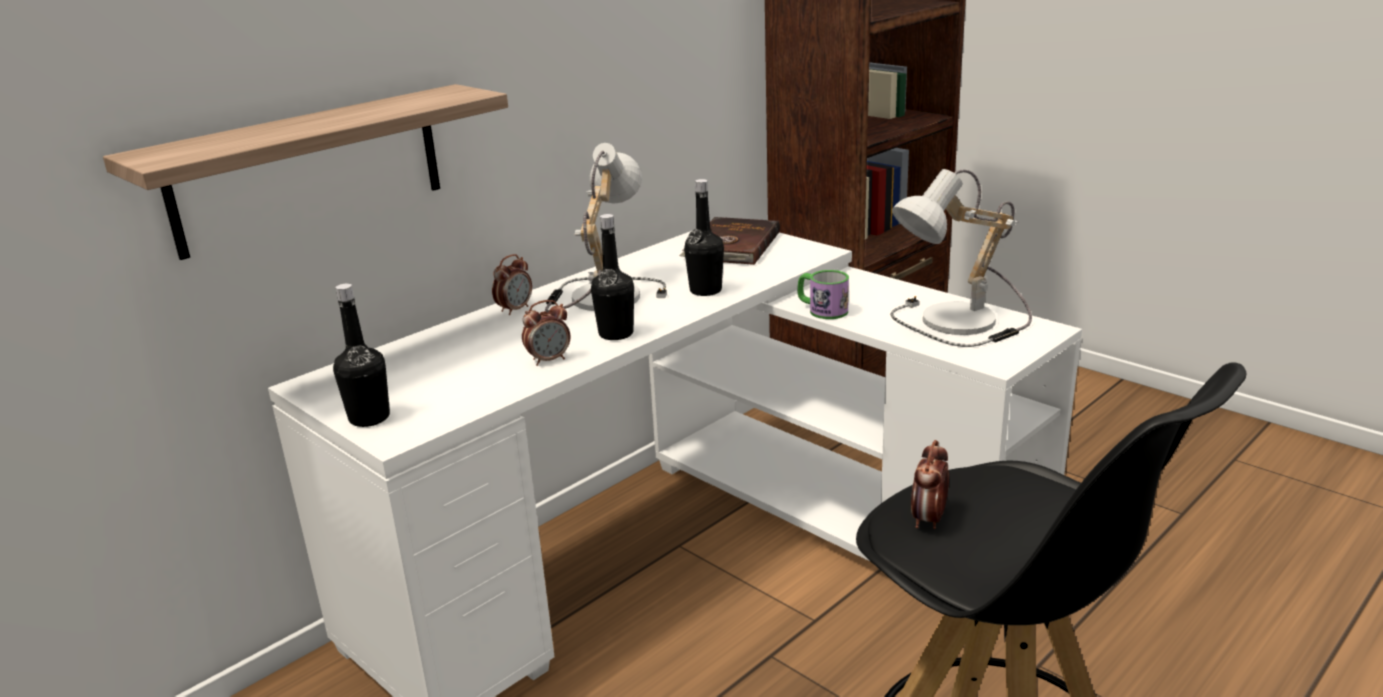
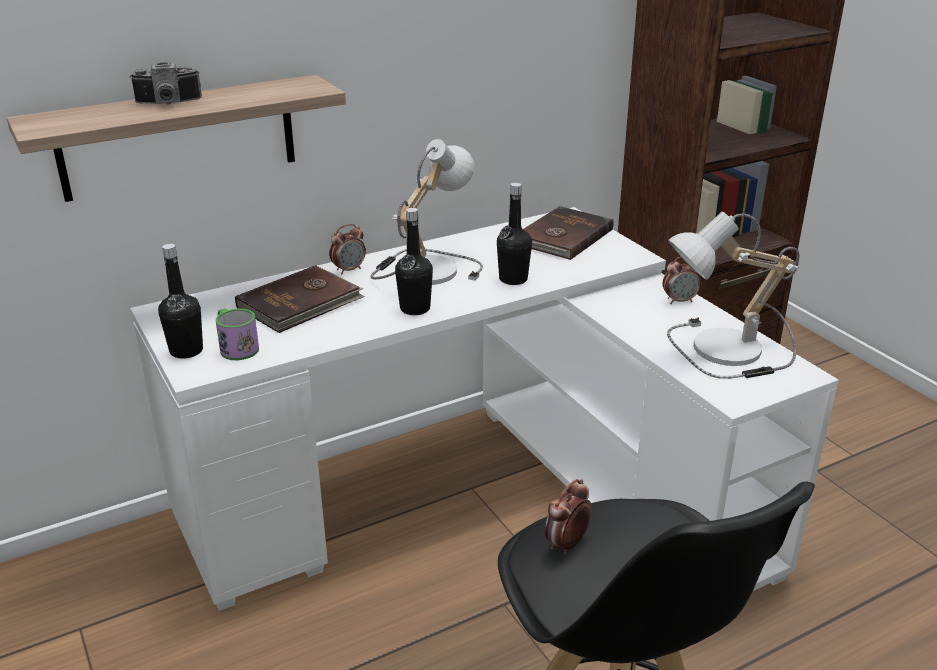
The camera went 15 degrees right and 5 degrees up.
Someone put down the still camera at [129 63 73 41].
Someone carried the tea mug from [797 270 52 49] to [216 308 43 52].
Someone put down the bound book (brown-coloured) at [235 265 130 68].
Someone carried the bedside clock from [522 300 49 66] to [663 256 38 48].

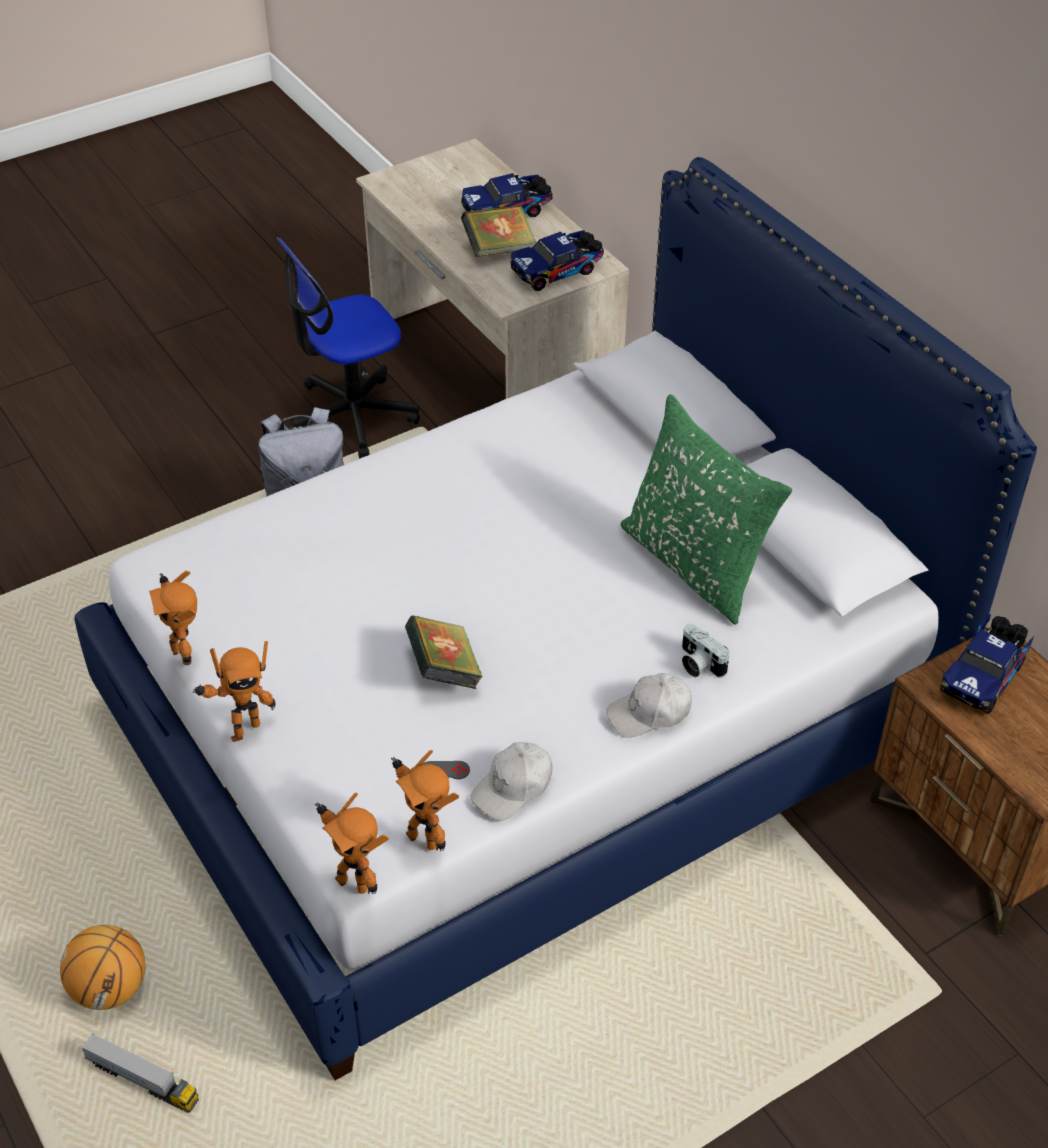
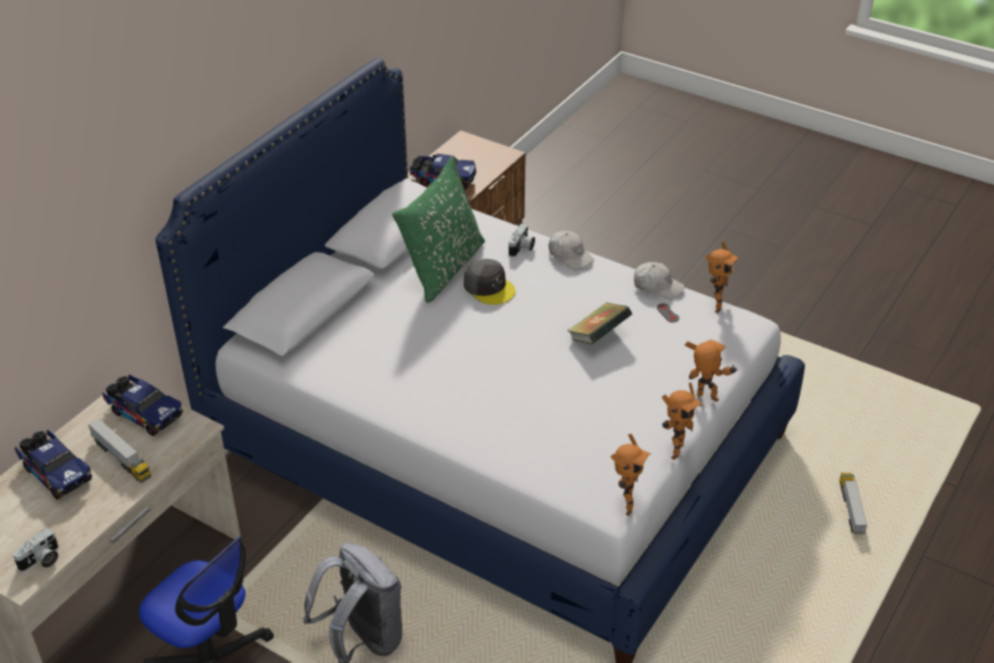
The camera went 115 degrees left and 5 degrees down.
Someone put down the still camera at [13 528 45 44].
Someone swapped the bound book at [461 205 76 52] for the model truck at [88 418 63 65].
Someone put down the cap (greyish) at [464 259 51 46].
Someone carried the model robot from [315 793 74 101] to [611 434 40 82].
Someone took away the ball for basketball at [60 925 86 85].

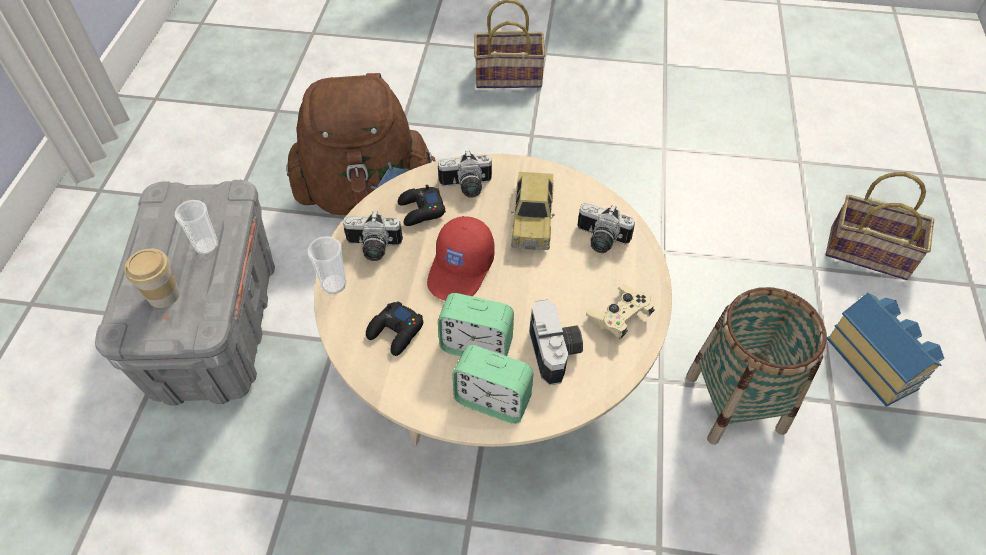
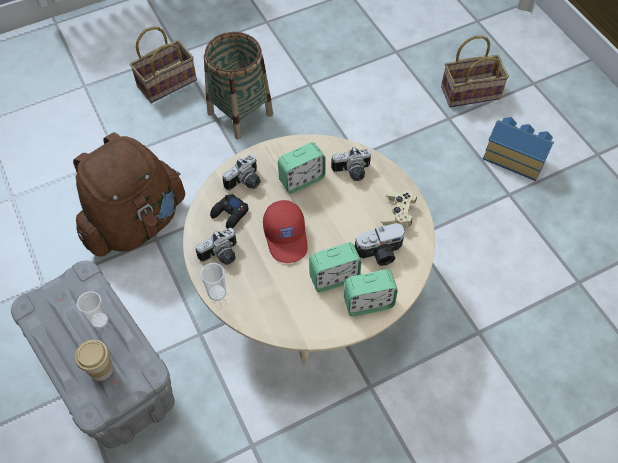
The camera went 35 degrees left and 5 degrees up.
Someone carried the basket from [686 287 141 158] to [204 32 69 107].
Someone swapped the miniature car at [511 172 44 78] for the bedside clock at [278 142 47 52].
Someone rotated the still camera at [529 299 54 86] by 120 degrees clockwise.
Someone took away the game controller (black-coloured) at [366 301 57 55].

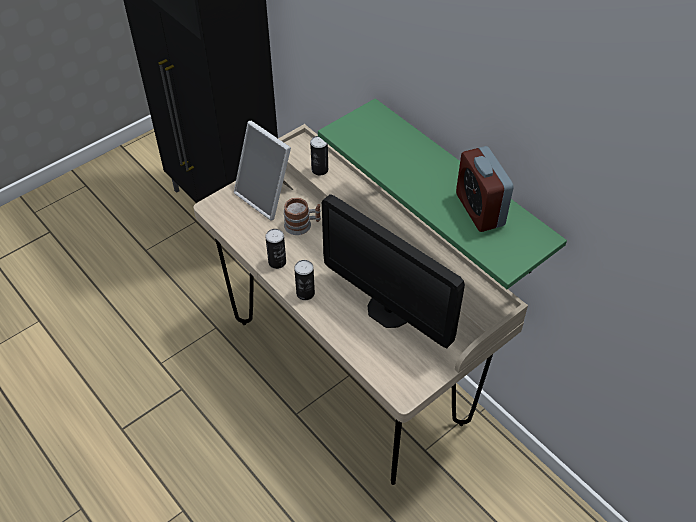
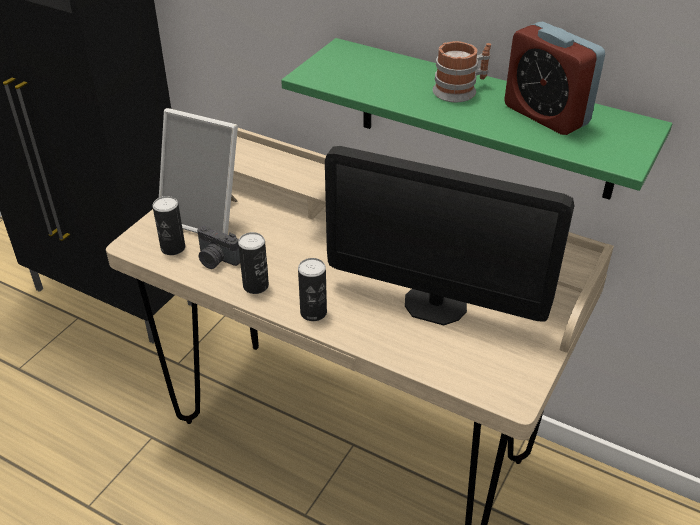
The camera went 20 degrees left and 10 degrees down.
Someone carried the sealed can from [310 136 18 40] to [152 196 33 59].
Someone put down the still camera at [197 226 43 43].
Someone carried the tea mug from [284 198 37 37] to [433 41 58 61].

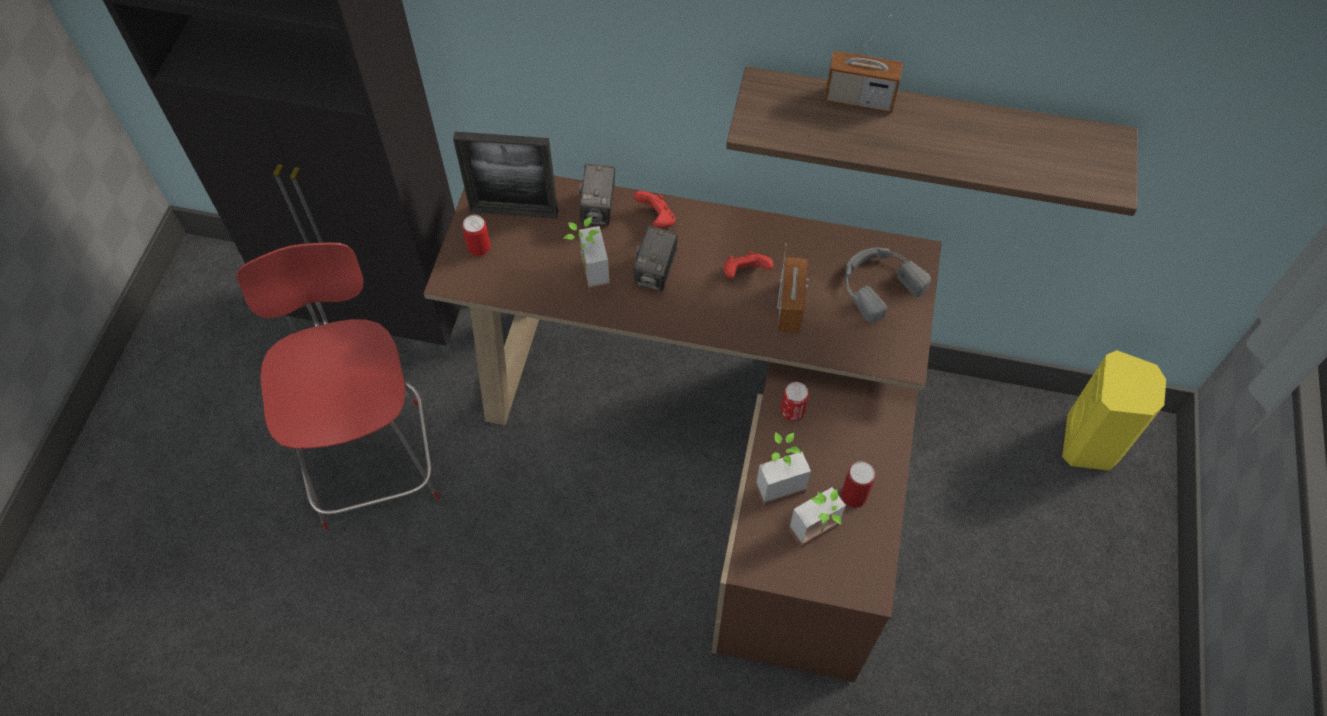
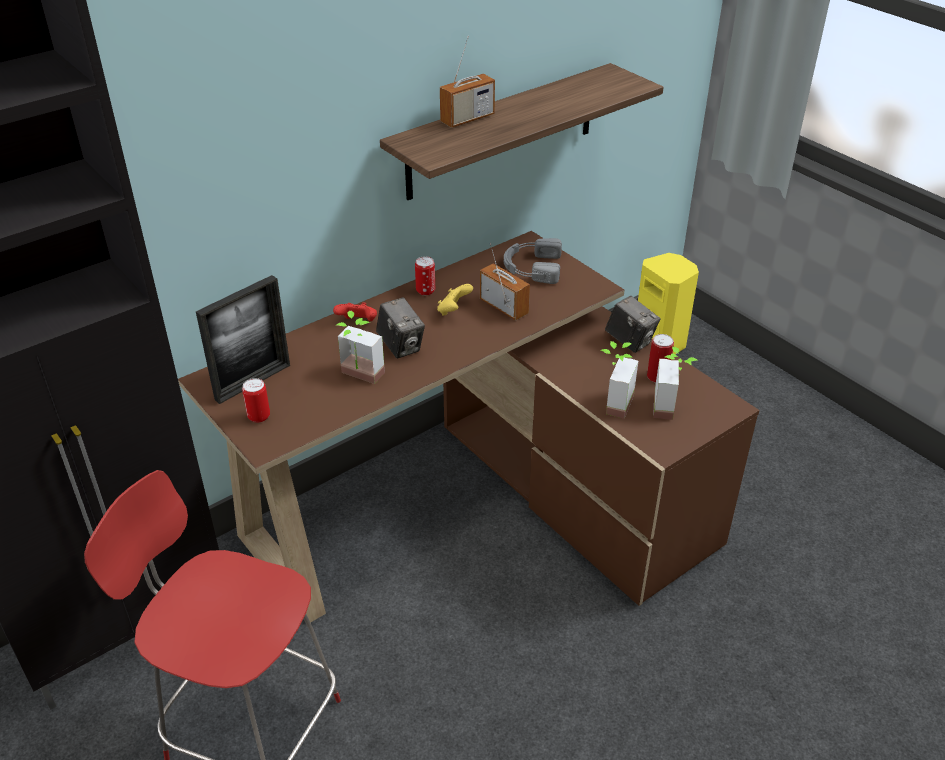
The camera went 50 degrees left and 20 degrees down.
Someone carried the sealed can from [781 382 28 39] to [415 256 20 40].
Someone repainted the game controller (reddish) at [723 252 51 26], which became the game controller (yellowish) at [437 284 36 32].
Someone carried the still camera from [578 163 37 62] to [605 296 55 57].

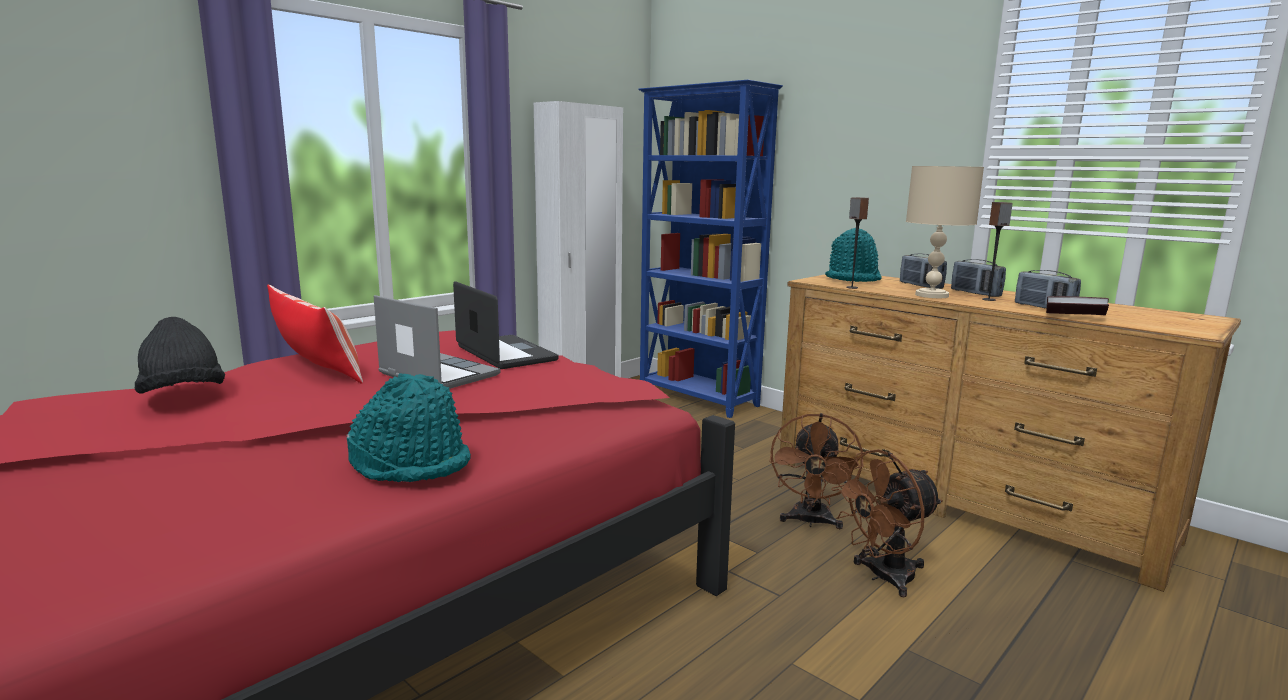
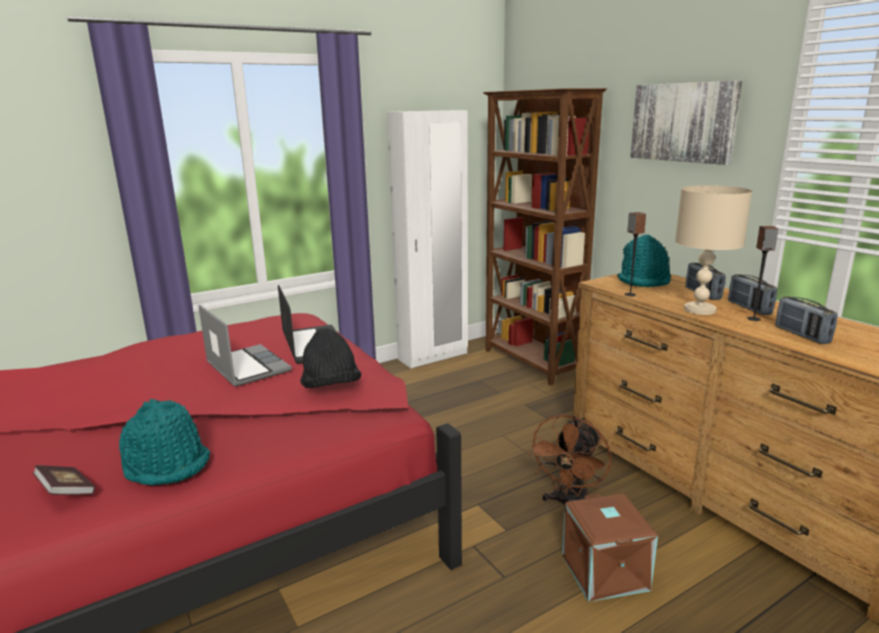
The camera went 15 degrees right and 5 degrees up.
Someone carried the bound book from [1046 296 63 19] to [33 465 62 30].
Someone carried the hat (black-coloured) from [135 317 90 77] to [300 328 61 60].
Someone repainted the bookshelf (bluish) at [638 80 145 338], which became the bookshelf (brown-coloured) at [483 88 124 297].
Someone swapped the fan (brown-coloured) at [831 449 112 149] for the storage box (brown-coloured) at [562 494 96 108].
Someone put up the wall picture at [630 81 112 84].
Someone took away the cushion at [267 284 96 99].

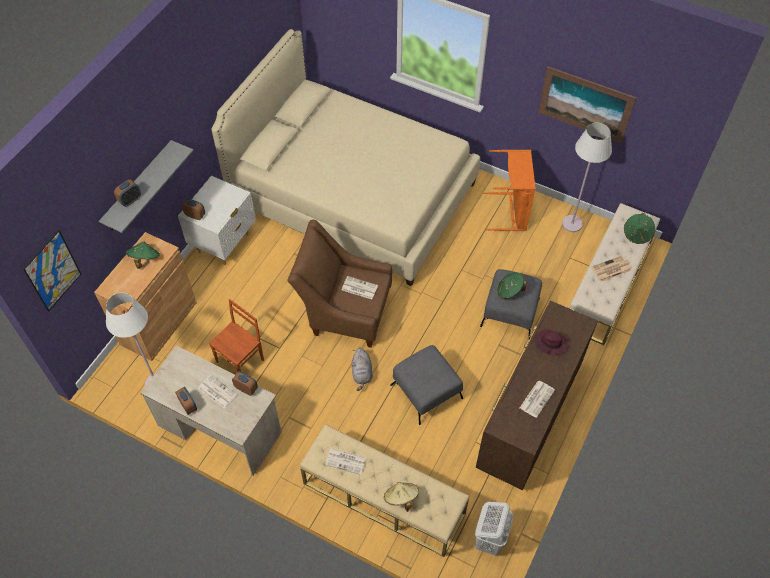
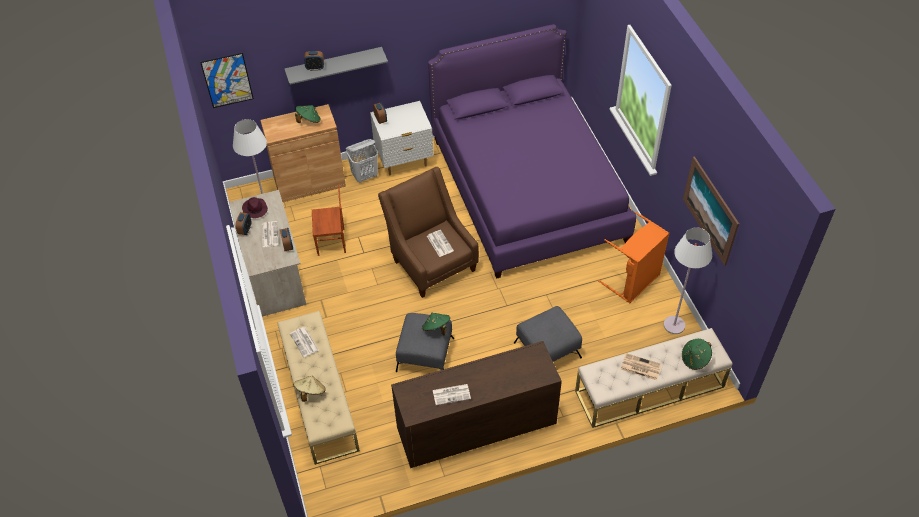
The camera went 45 degrees right and 5 degrees down.
Someone carried the hat (purple-coloured) from [535 329 33 26] to [242 197 26 21].
Someone carried the washing basket (white) from [475 502 38 54] to [346 139 32 44].
Someone carried the hat (green) from [497 273 29 26] to [422 312 28 23].
Someone repainted the sleeping bed (beige-coloured) at [211 29 269 257], which became the sleeping bed (purple-coloured) at [428 24 208 255].
Someone took away the plush toy (greyish) at [352 348 21 43].

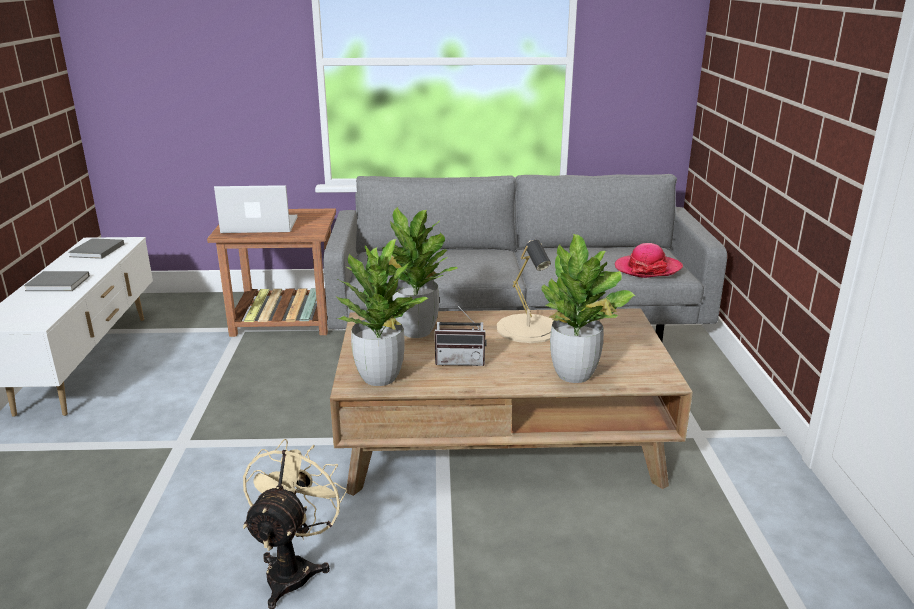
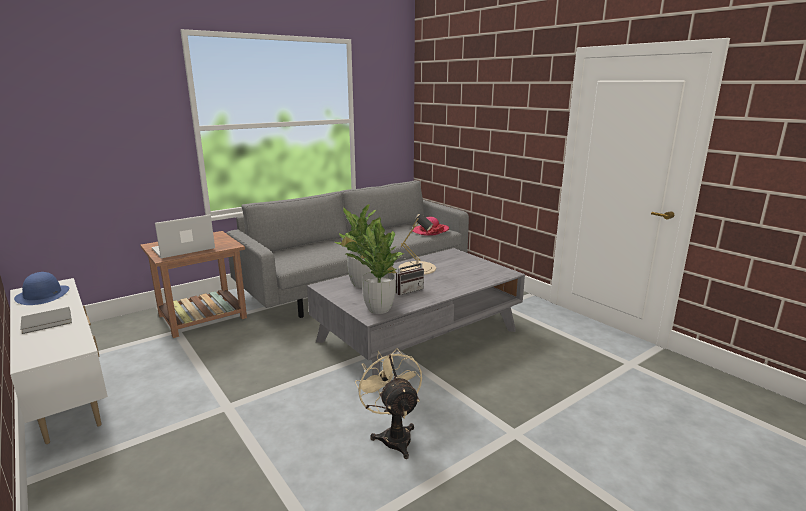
The camera went 35 degrees left and 5 degrees down.
Someone swapped the bound book (greyish) at [68 238 56 21] for the hat (bluish) at [14 272 56 33].
Someone repainted the lounge table (brown-coloured) at [330 308 363 188], which became the lounge table (greyish) at [307 248 218 127].
Someone took away the plant in a pot at [541 234 94 149].

